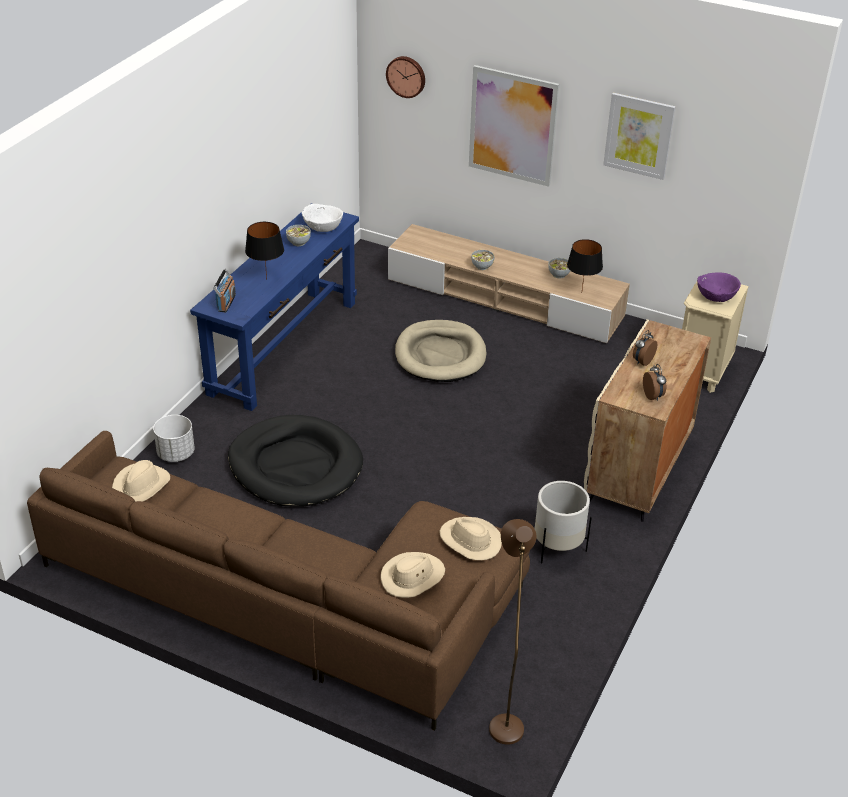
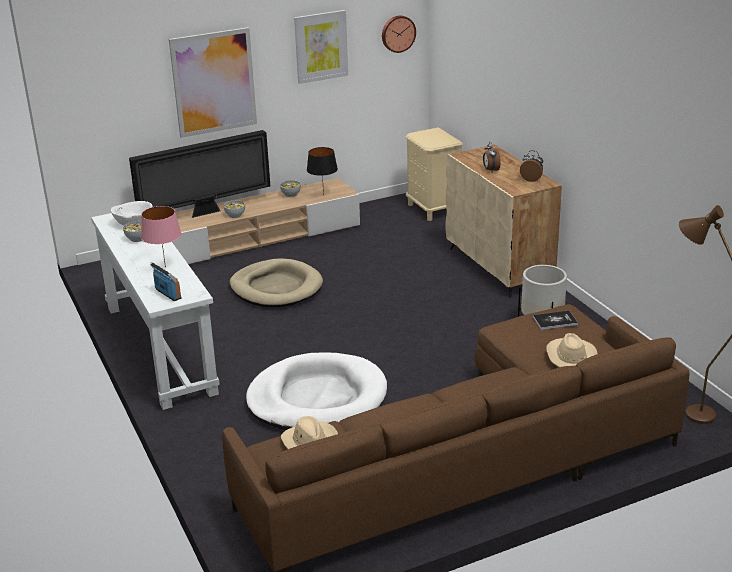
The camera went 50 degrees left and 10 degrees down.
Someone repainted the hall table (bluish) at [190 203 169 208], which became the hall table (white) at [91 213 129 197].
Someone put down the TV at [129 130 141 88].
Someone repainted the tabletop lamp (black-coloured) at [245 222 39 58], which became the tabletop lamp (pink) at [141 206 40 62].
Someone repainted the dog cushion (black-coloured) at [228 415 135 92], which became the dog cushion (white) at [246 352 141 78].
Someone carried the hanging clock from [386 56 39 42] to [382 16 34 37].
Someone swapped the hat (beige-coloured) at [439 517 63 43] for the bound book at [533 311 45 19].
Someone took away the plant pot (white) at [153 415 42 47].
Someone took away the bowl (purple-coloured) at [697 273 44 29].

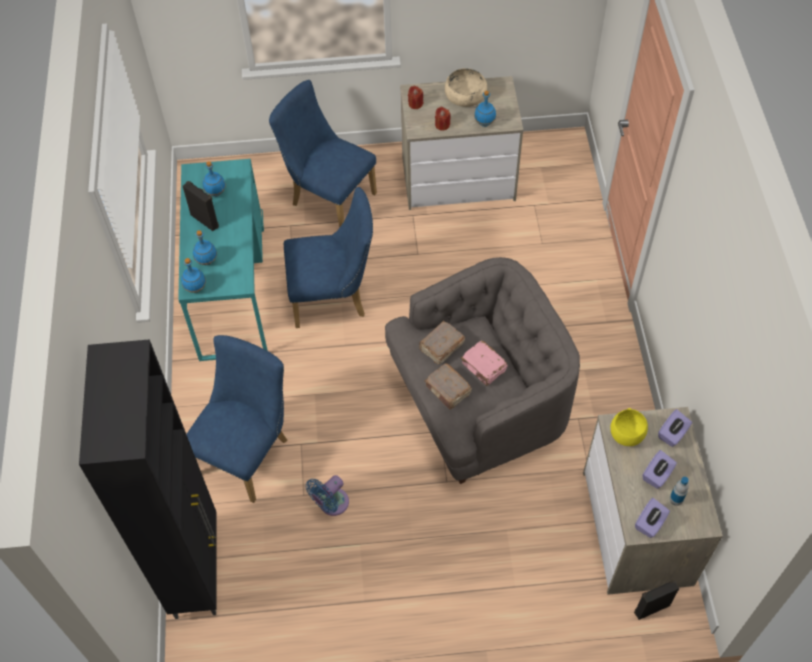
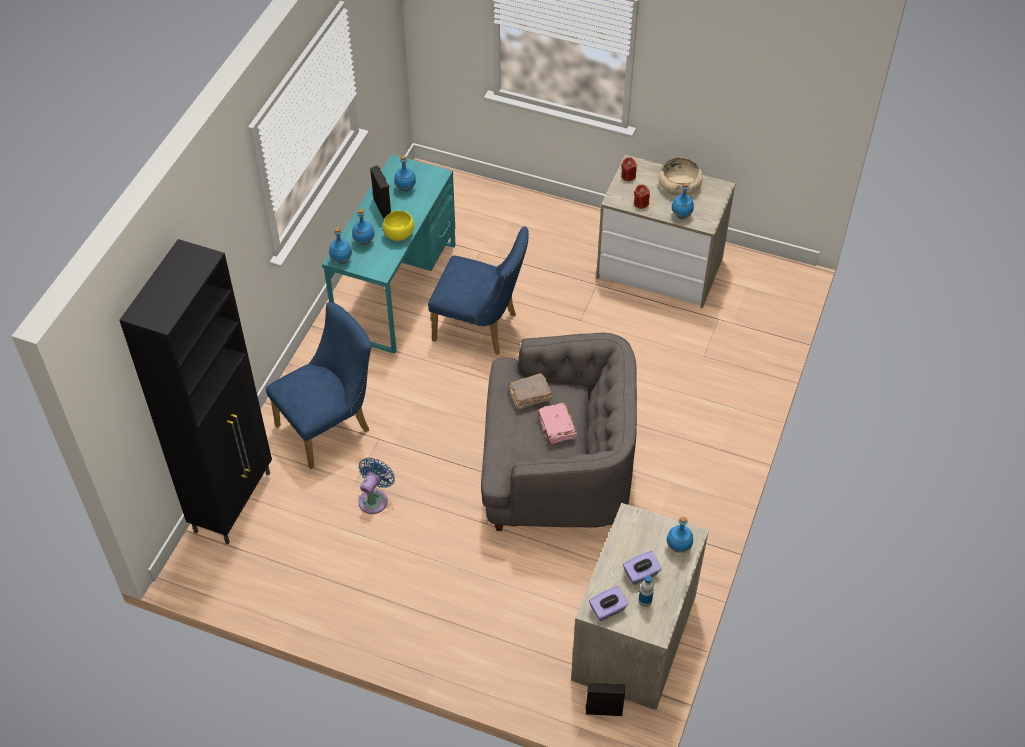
The camera went 25 degrees right and 5 degrees down.
Someone rotated the fan (bluish) at [306 475 43 41] by 135 degrees clockwise.
Someone carried the bowl (yellowish) from [611 408 37 38] to [383 211 31 30].
Someone swapped the box of tissues (purple-coloured) at [658 409 34 38] for the drink bottle (bluish) at [667 517 26 36].
Someone took away the chair (bluish) at [269 80 108 148].
Someone took away the bound book (brown-coloured) at [424 363 48 47].

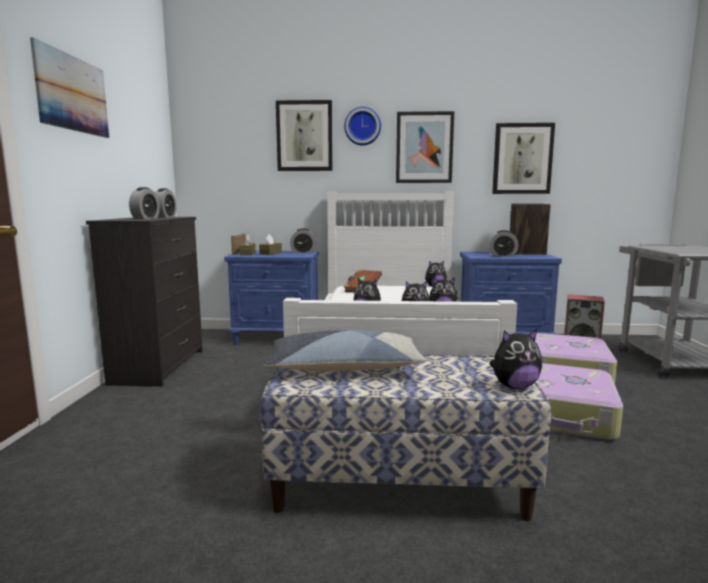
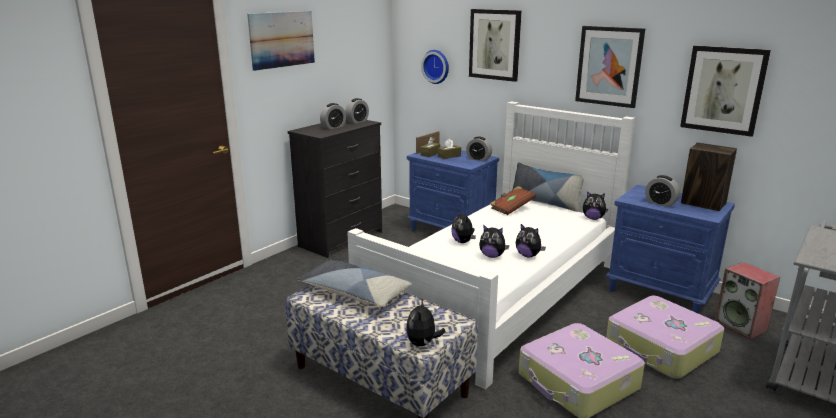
The camera went 35 degrees right and 10 degrees up.
Someone rotated the plush toy at [490 329 52 61] by 75 degrees clockwise.
Someone carried the hanging clock from [344 107 37 38] to [421 50 28 34].
Someone put down the cushion at [512 162 72 50].

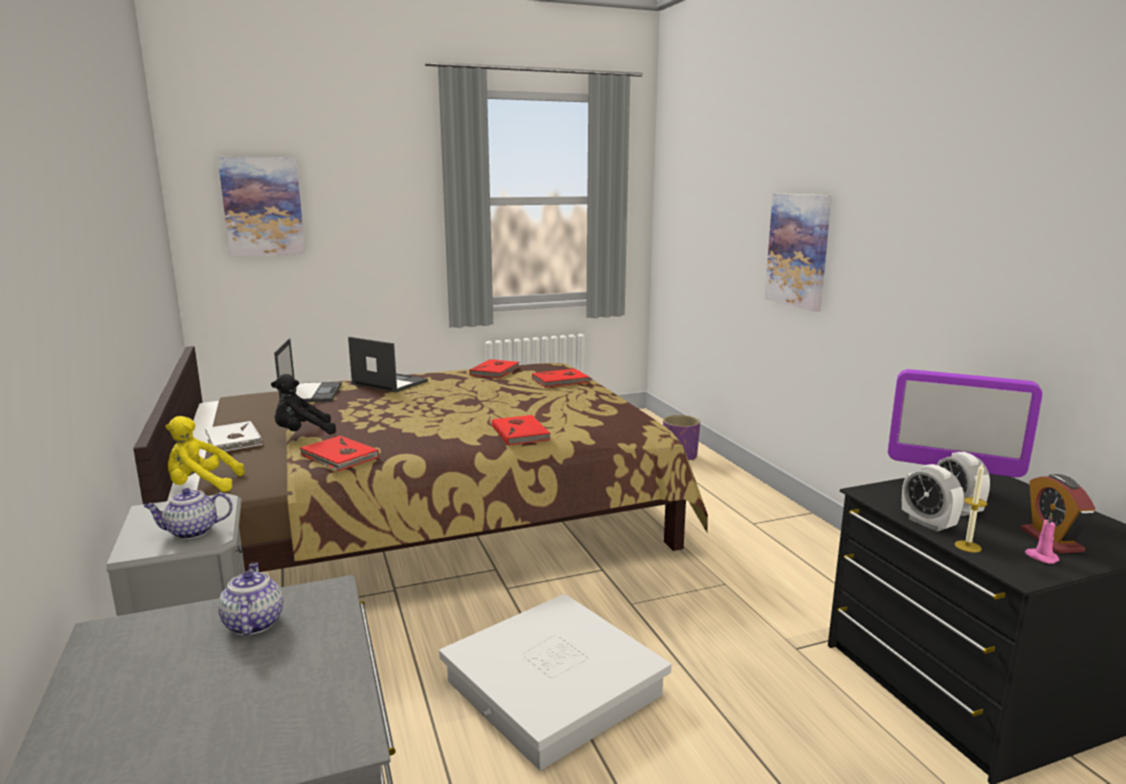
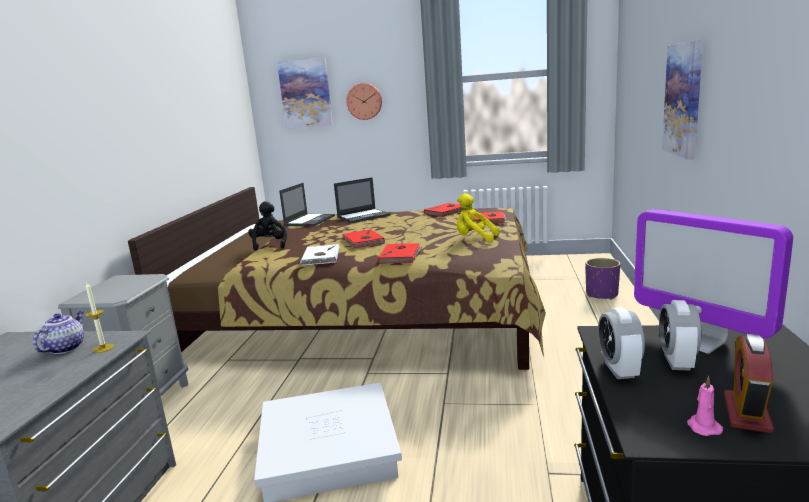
The camera went 30 degrees right and 0 degrees up.
Someone carried the wax light from [955 464 32 89] to [85 283 29 70].
Someone rotated the plush toy (black-coloured) at [271 374 65 60] by 75 degrees clockwise.
Someone carried the bound book (white) from [205 421 57 30] to [299 244 40 21].
Someone rotated the portable computer at [348 337 80 56] by 90 degrees clockwise.
Someone carried the bound book (reddish) from [299 436 80 35] to [343 229 42 19].
Someone put up the hanging clock at [346 83 36 37].
Someone carried the plush toy (yellowish) from [165 416 80 76] to [457 193 43 49].
Someone took away the tea pot at [143 488 90 51].

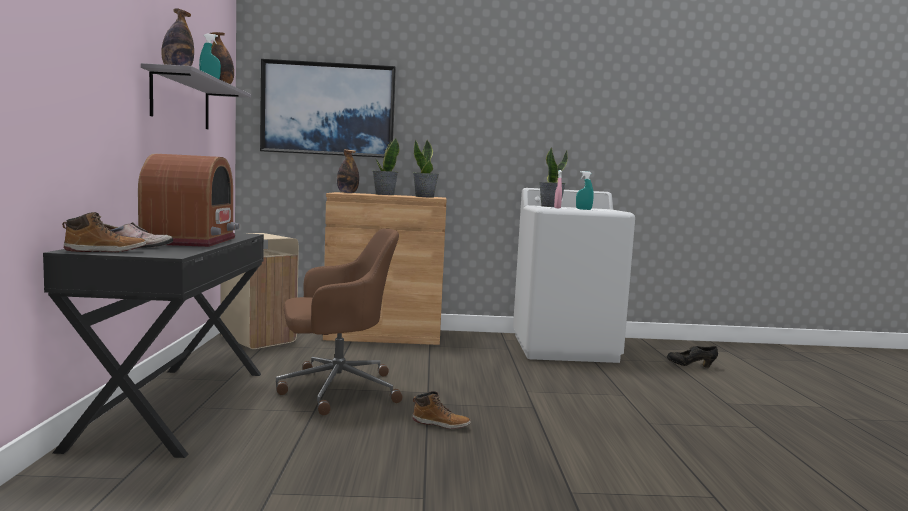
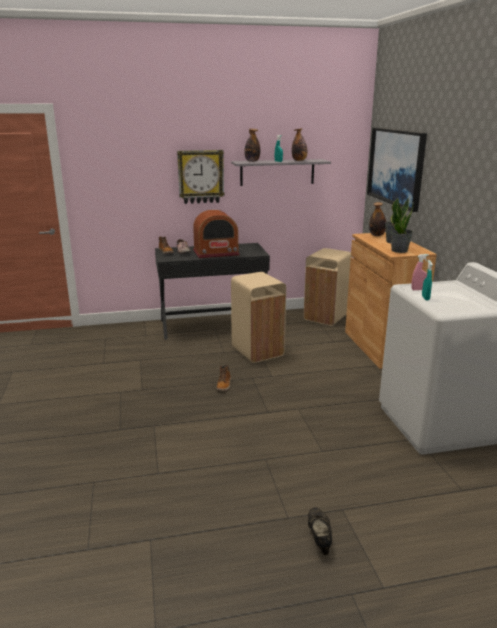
The camera went 80 degrees right and 15 degrees up.
Someone put up the hanging clock at [177 150 48 54].
Someone swapped the computer chair (brown-coloured) at [276 229 126 186] for the waste bin (beige-coloured) at [231 272 55 91].
Someone carried the shoe (black-coloured) from [667 346 51 22] to [308 507 24 48].
Someone took away the plant in a pot at [539 147 29 60].

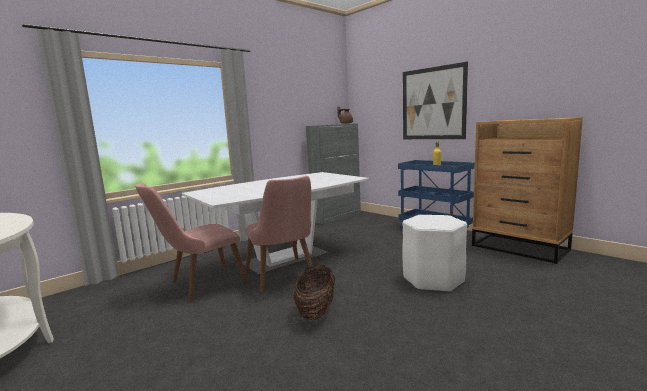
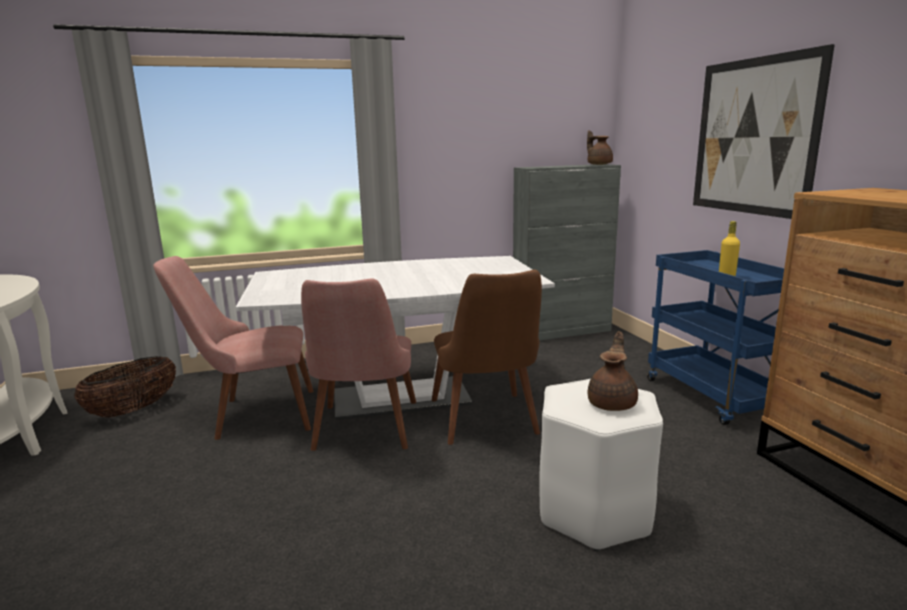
The camera went 25 degrees right and 5 degrees up.
Someone carried the basket from [293 265 42 55] to [74 356 102 62].
Someone put down the chair (brown-coloured) at [432 270 110 175].
Someone put down the tea pot (brown-coloured) at [588 331 50 80].

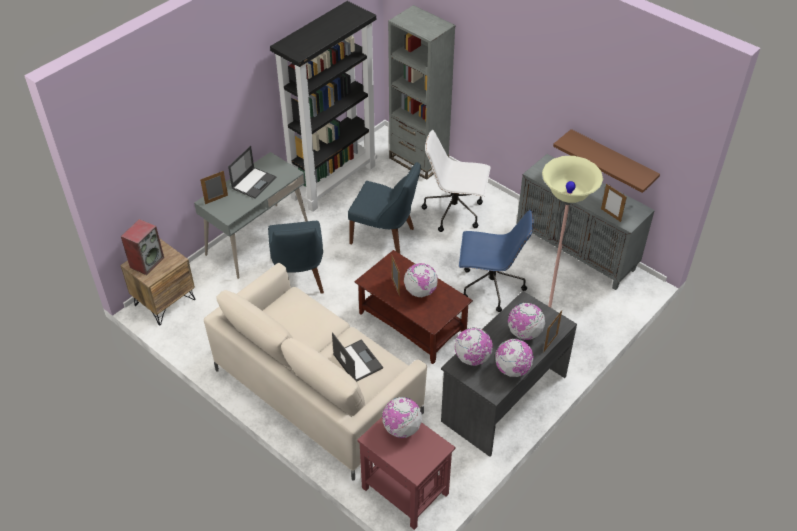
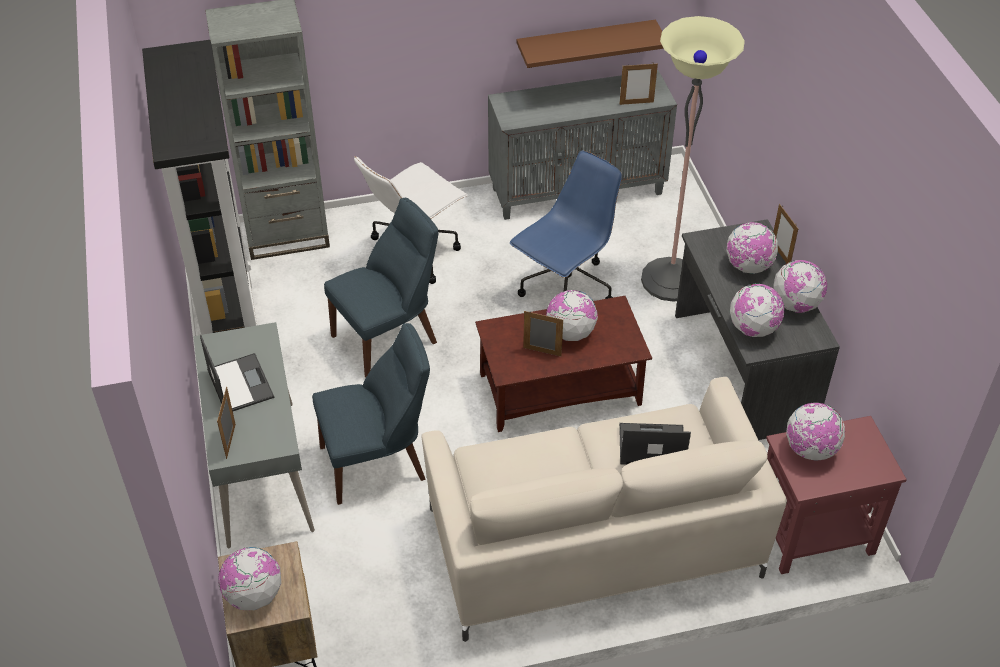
The camera went 55 degrees left and 0 degrees up.
Someone swapped the loudspeaker at [121 219 43 56] for the desk globe at [218 547 63 63].
Someone rotated the chair (bluish) at [268 221 56 73] by 45 degrees counterclockwise.

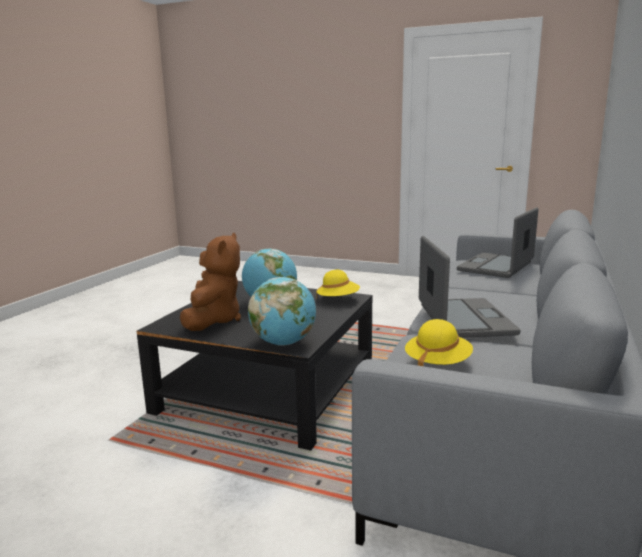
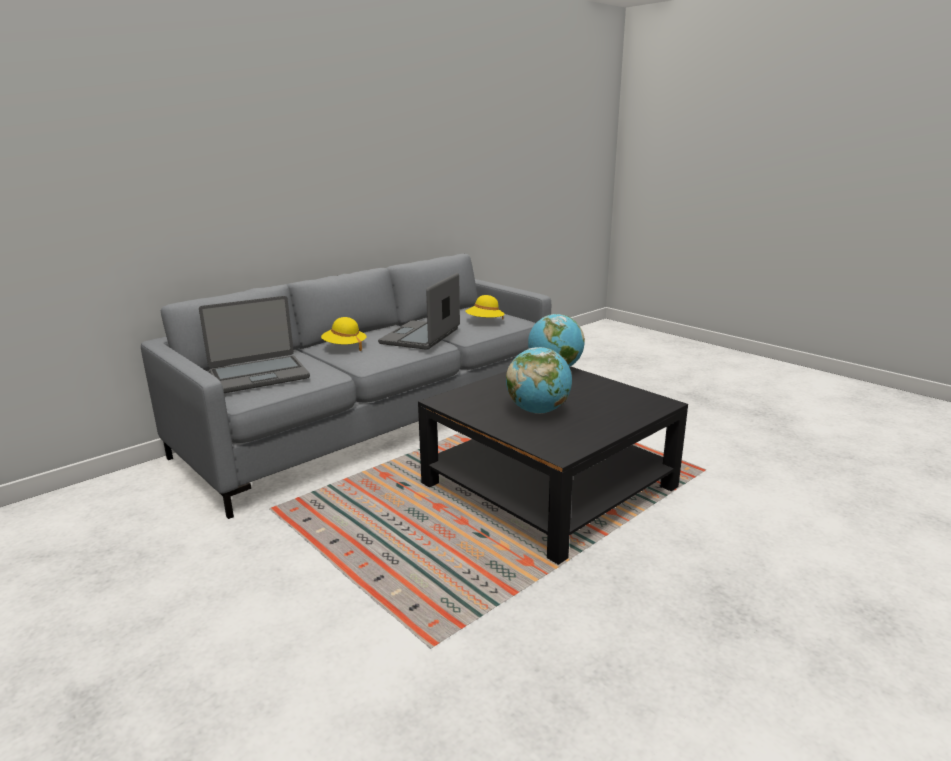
The camera went 155 degrees left and 5 degrees up.
Someone carried the hat (yellowish) from [316 270 44 29] to [321 317 45 34].
Someone took away the plush toy (brown-coloured) at [180 233 61 98].

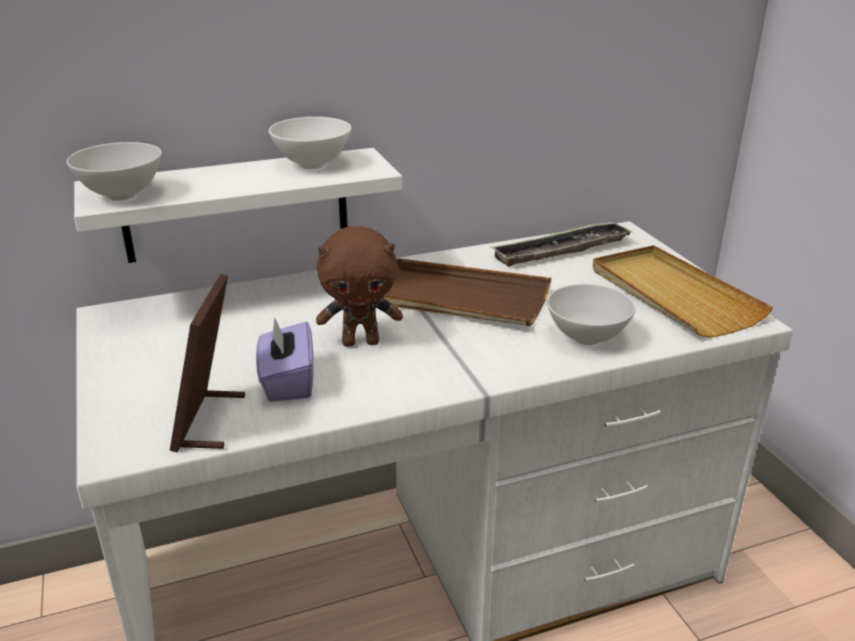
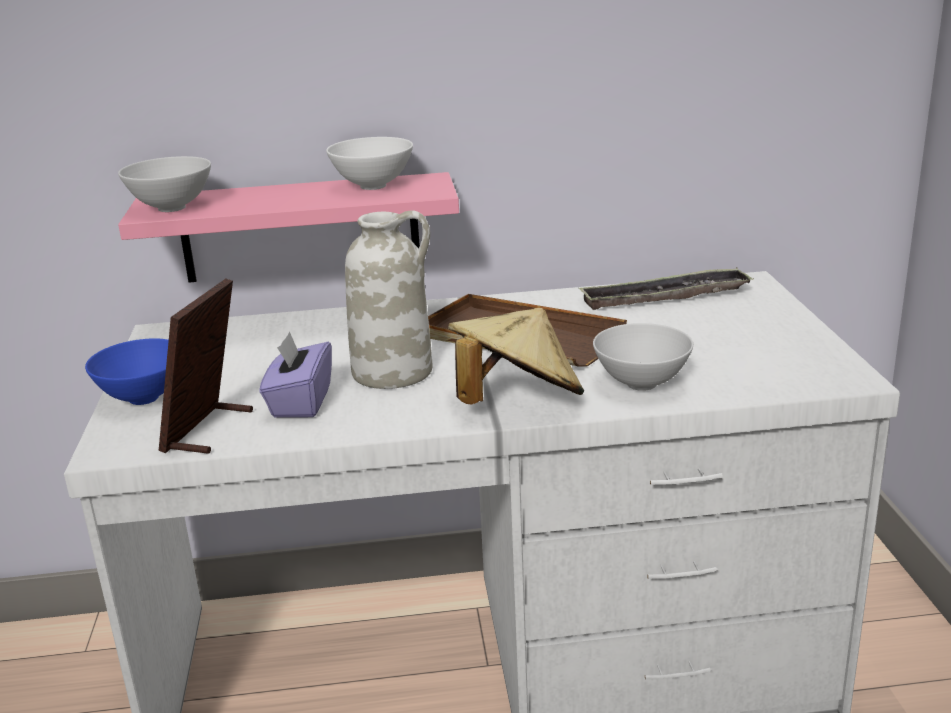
The camera went 15 degrees right and 5 degrees down.
Someone put down the bowl (bluish) at [85 339 84 66].
Someone repainted the wall shelf (white) at [74 148 328 115], which became the wall shelf (pink) at [118 172 341 111].
Someone swapped the plush toy (brown-coloured) at [316 226 87 121] for the flower vase (white) at [345 210 88 179].
Someone put down the hat (beige-coloured) at [448 308 136 96].
Someone took away the serving tray (beige-coloured) at [593 245 180 93].

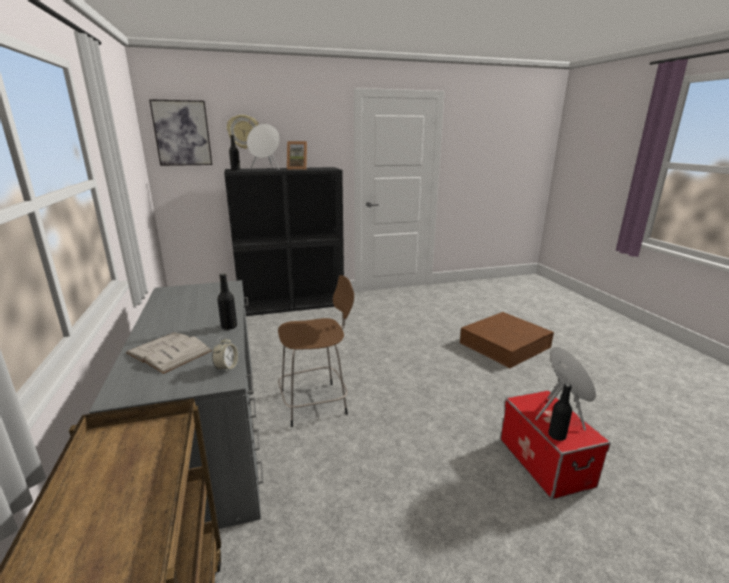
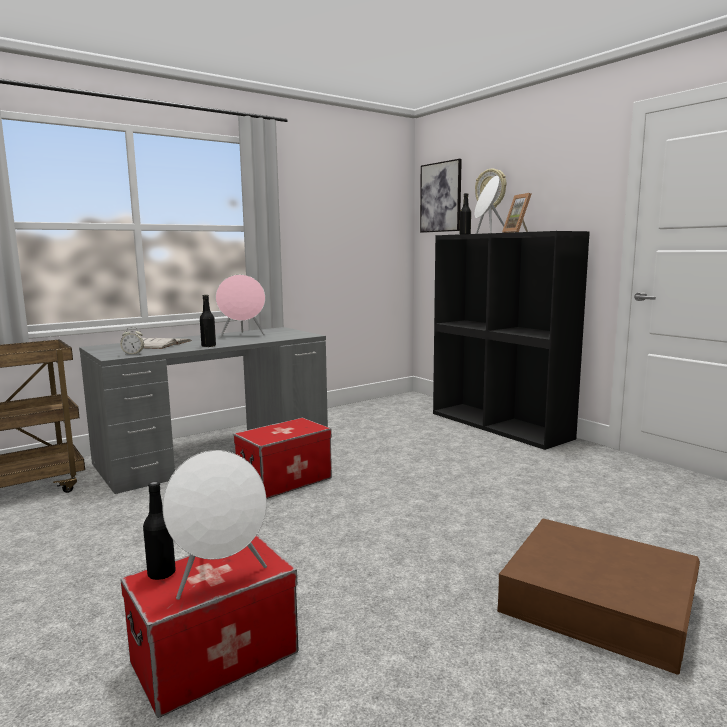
The camera went 70 degrees right and 10 degrees down.
Someone put down the loudspeaker (pink) at [216 275 49 62].
Someone swapped the stool seat (brown-coloured) at [278 275 76 152] for the storage box at [234 418 98 81].

